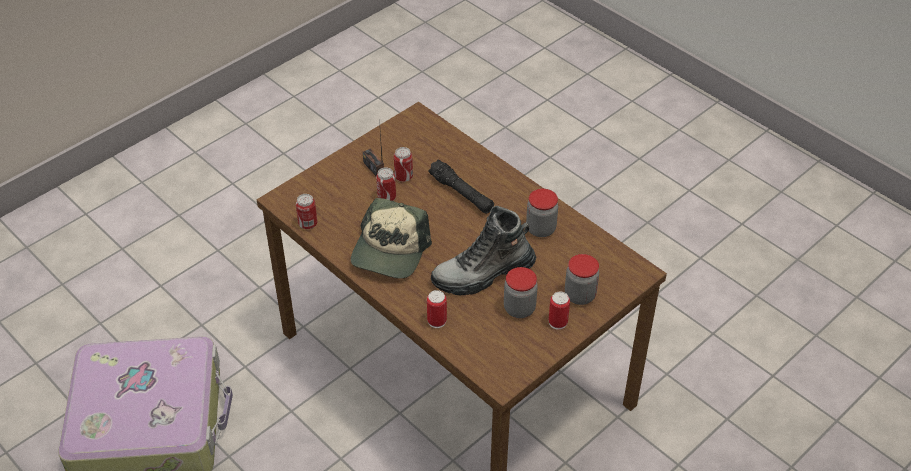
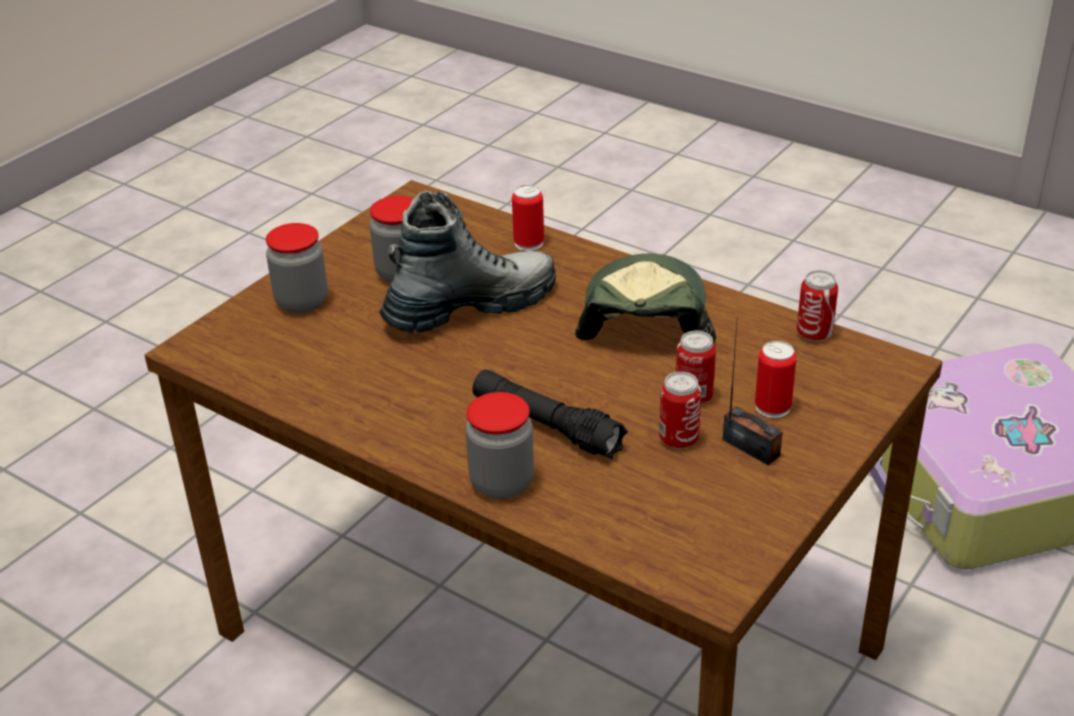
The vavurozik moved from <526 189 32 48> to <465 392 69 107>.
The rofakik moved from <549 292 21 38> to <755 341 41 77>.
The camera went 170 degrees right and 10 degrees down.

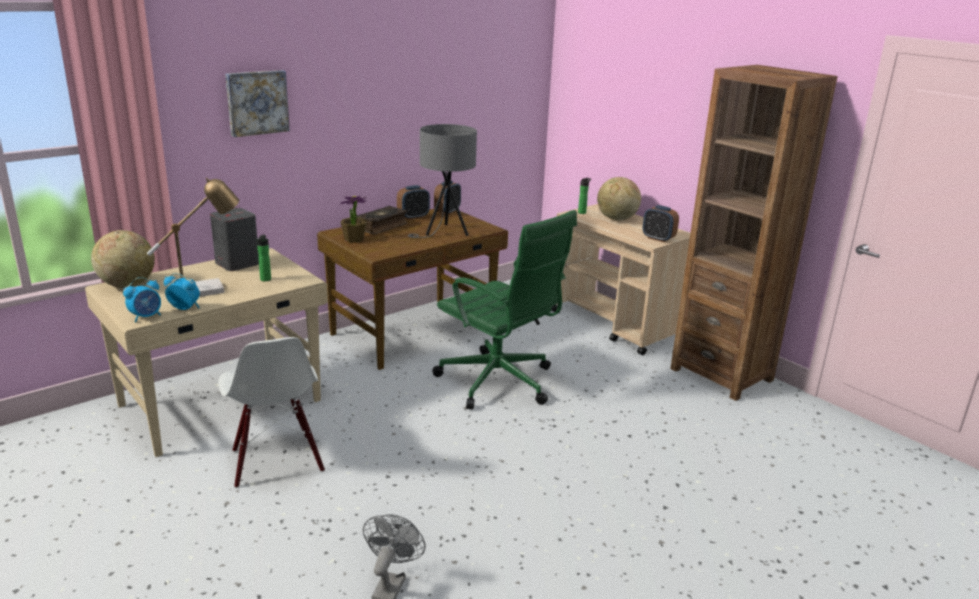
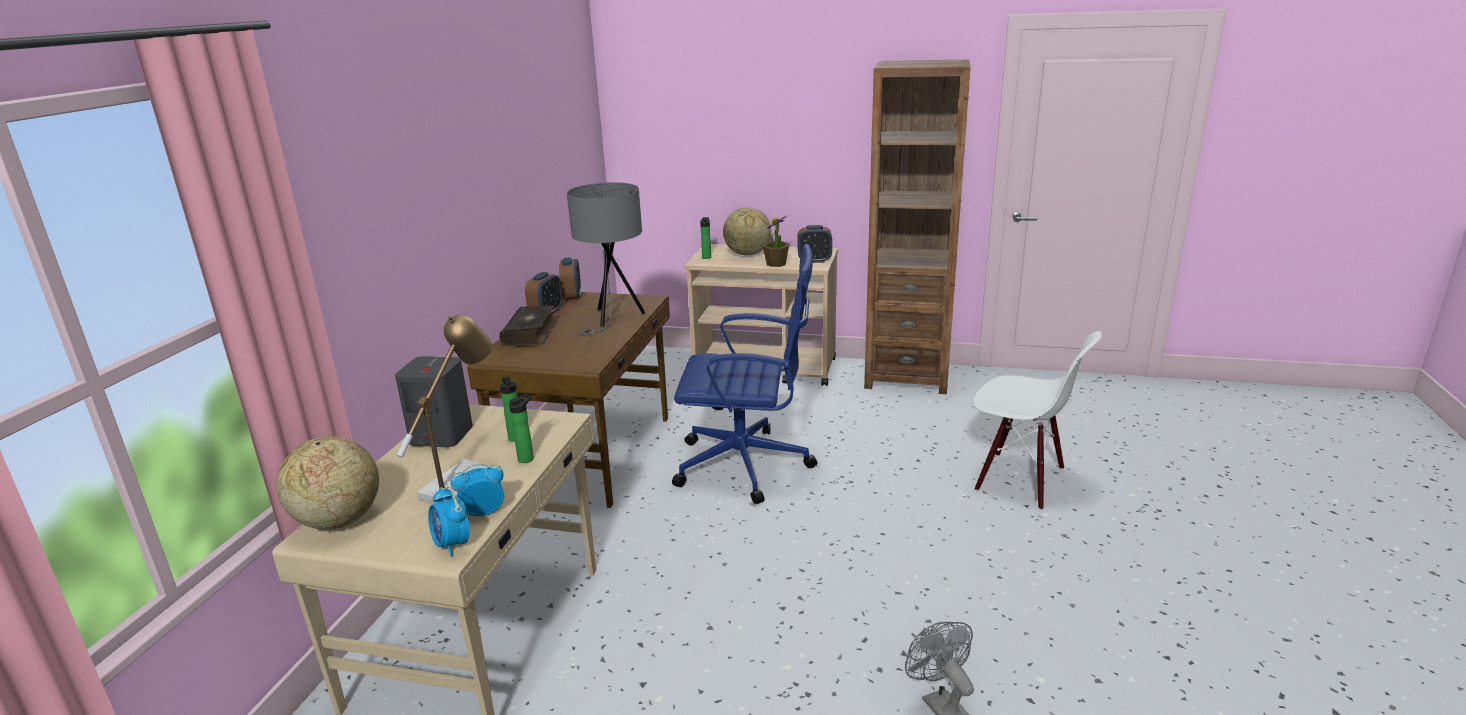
The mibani at <123 277 38 45> turned 135 degrees clockwise.
The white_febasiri moved from <218 337 107 151> to <972 331 130 179>.
The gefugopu at <225 70 65 67> disappeared.
The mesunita moved from <340 196 27 47> to <763 215 26 52>.
The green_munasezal at <432 210 145 199> became the blue_munasezal at <672 244 145 260>.
The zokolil at <509 394 25 69> appeared.
The camera went 35 degrees left and 0 degrees up.

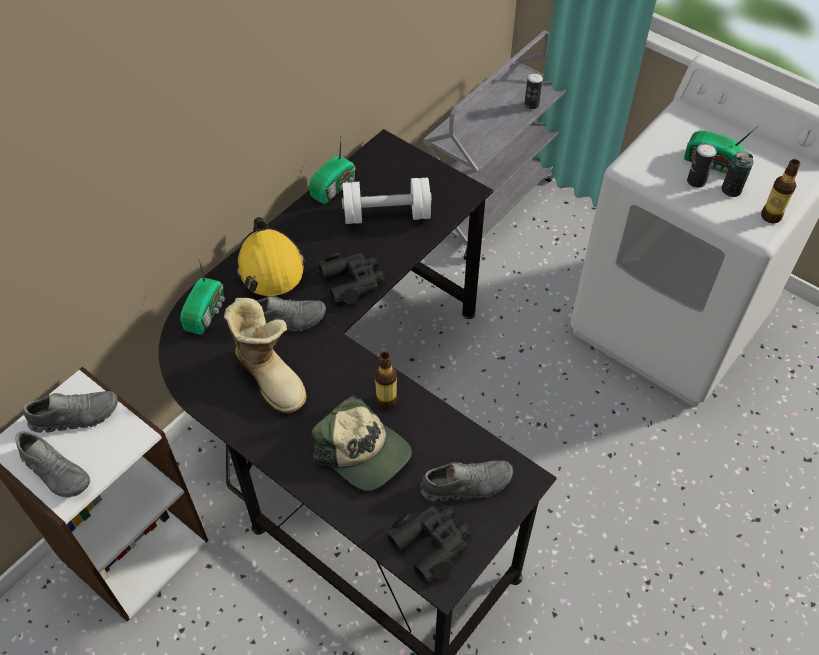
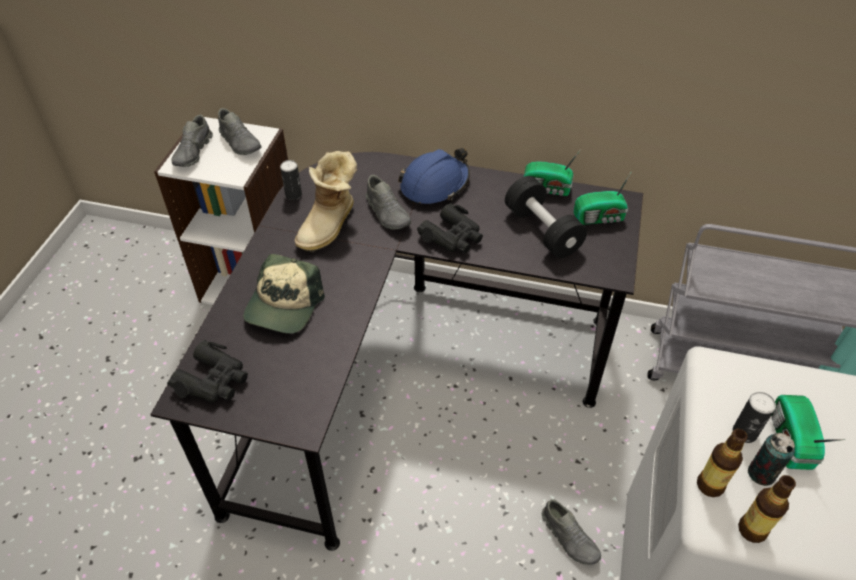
The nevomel moved from <180 253 45 82> to <574 171 58 54>.
The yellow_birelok at <236 217 69 80> became the blue_birelok at <398 148 72 57>.
The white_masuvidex at <342 178 90 46> became the black_masuvidex at <505 176 82 82>.
The zokolil moved from <375 352 23 57> to <697 429 51 68>.
The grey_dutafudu moved from <420 461 93 41> to <542 499 59 66>.
The rofakik moved from <524 73 19 36> to <280 160 22 40>.
The camera went 65 degrees right and 5 degrees down.

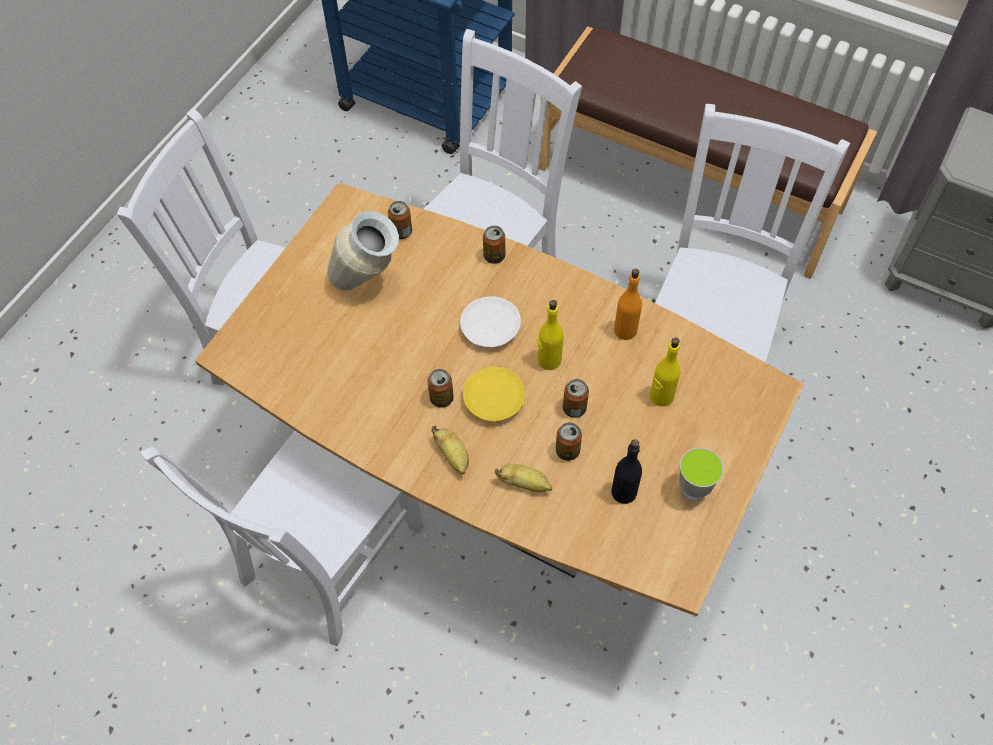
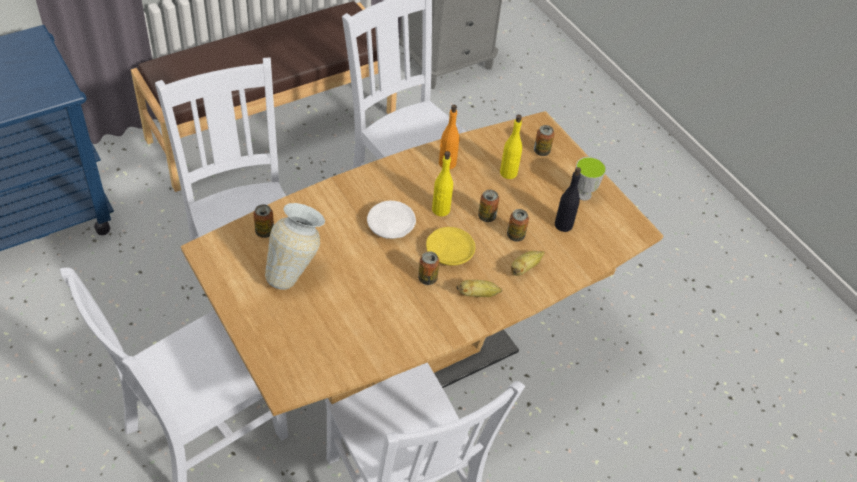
The rofakik moved from <483 226 23 38> to <534 125 20 31>.
The camera went 65 degrees left and 10 degrees down.

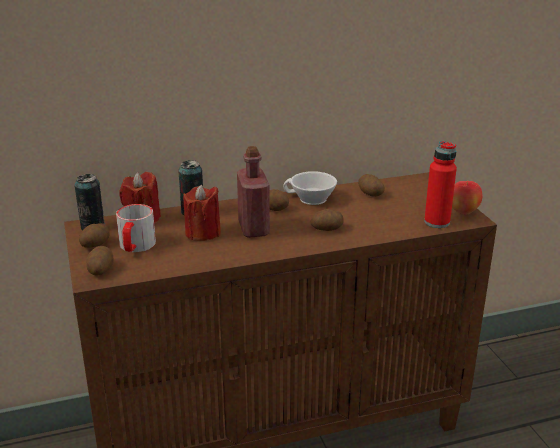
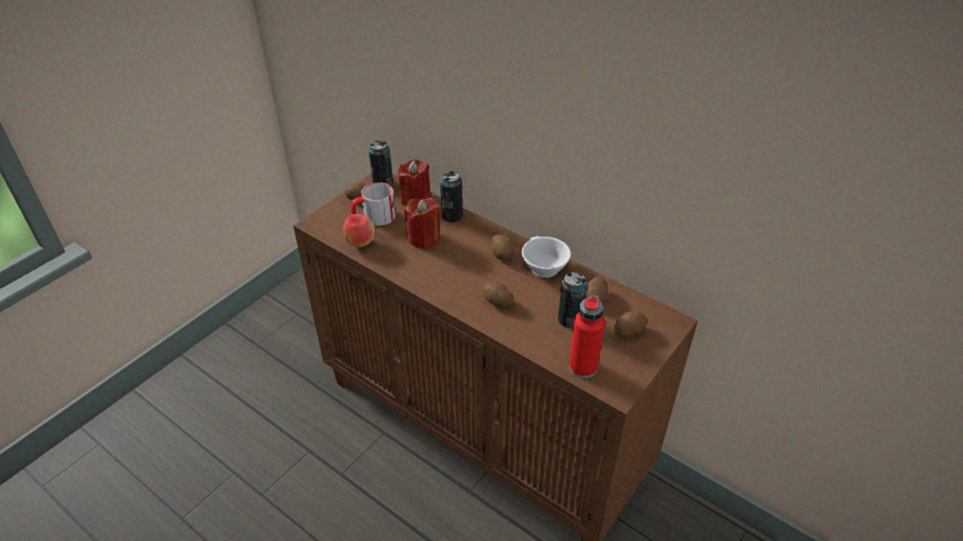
The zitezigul moved from <86 246 27 30> to <614 311 33 26>.
The red_zokolil at <237 146 33 92> disappeared.
The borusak moved from <452 181 31 33> to <343 214 32 33>.
The rofakik at <558 272 29 56> appeared.
The camera went 55 degrees right and 15 degrees up.

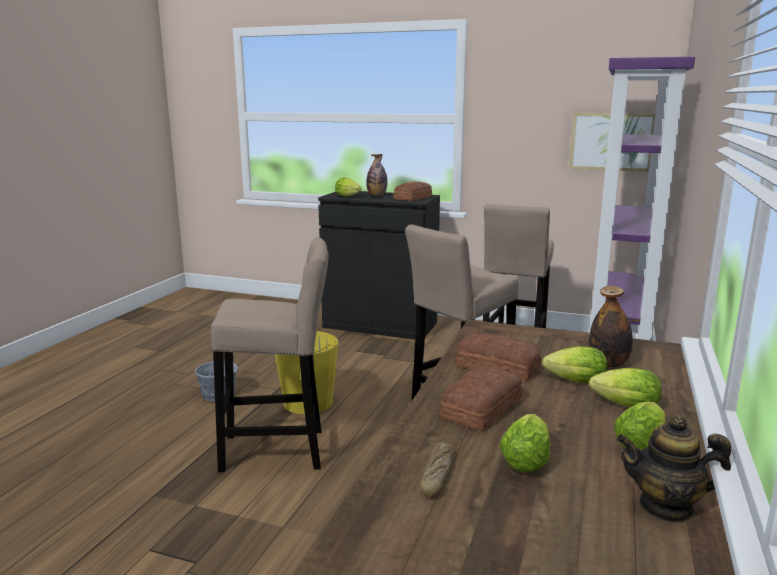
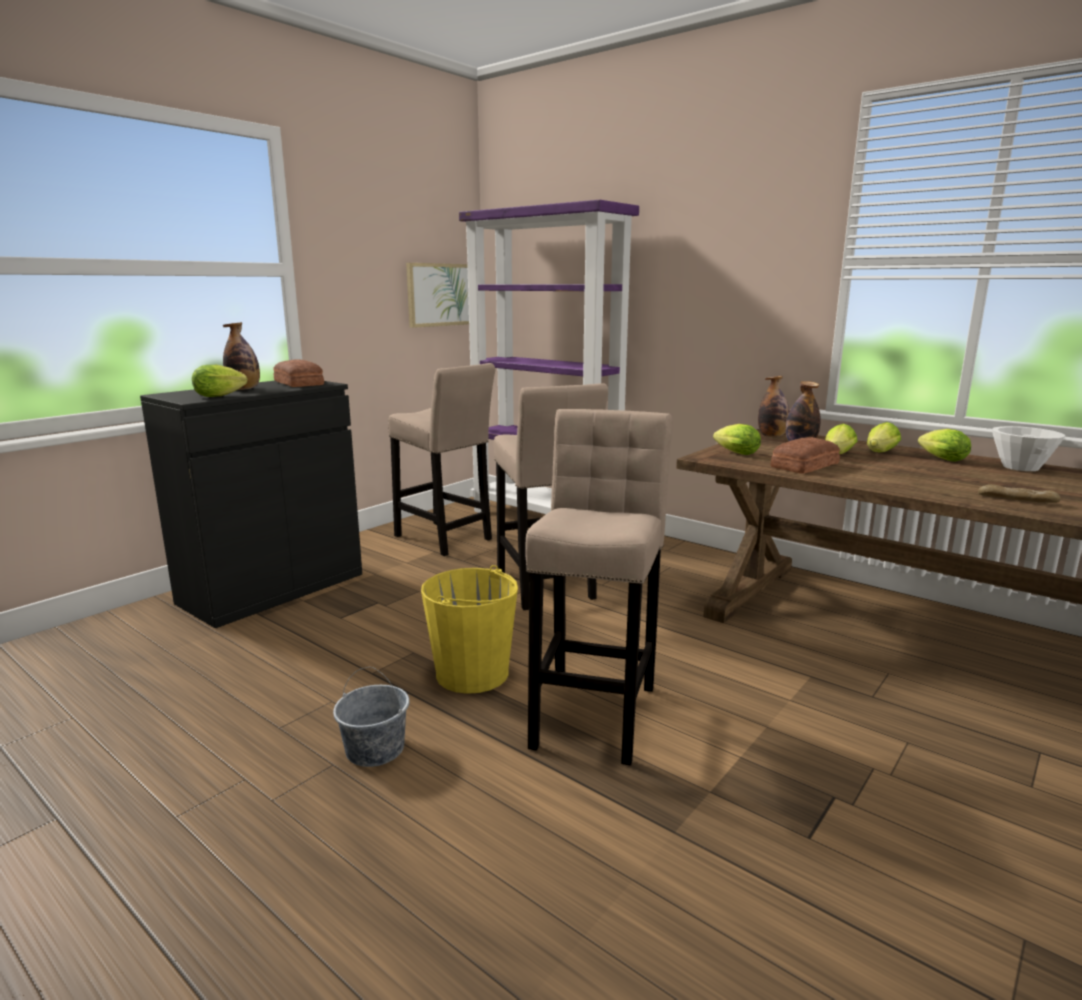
The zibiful at <439 366 84 65> disappeared.
The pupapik moved from <499 414 51 58> to <713 424 48 31>.
The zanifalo at <616 415 115 108> was replaced by the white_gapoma at <992 426 74 45>.
The zokolil at <758 376 32 61> appeared.
The camera went 70 degrees left and 0 degrees up.

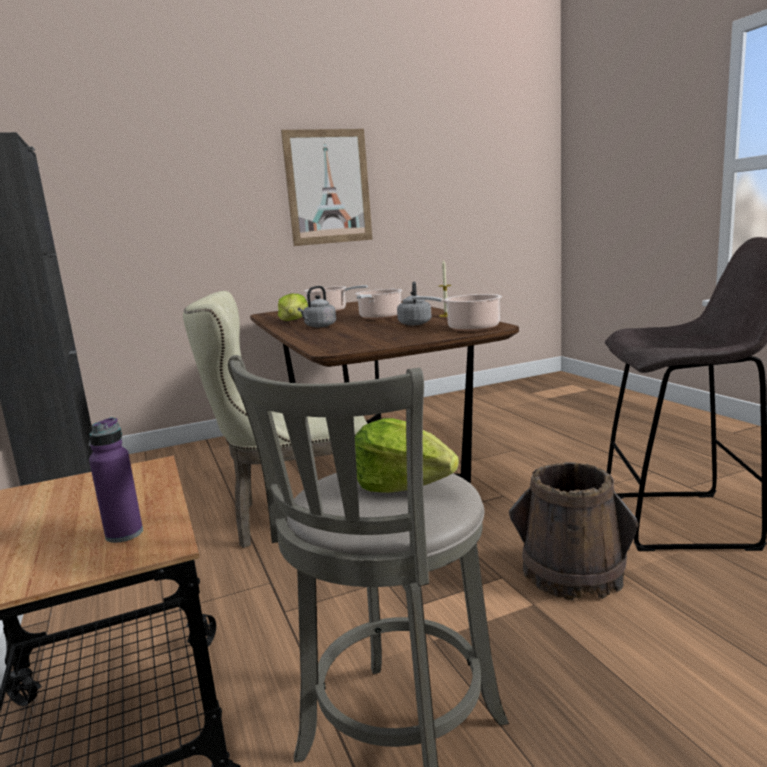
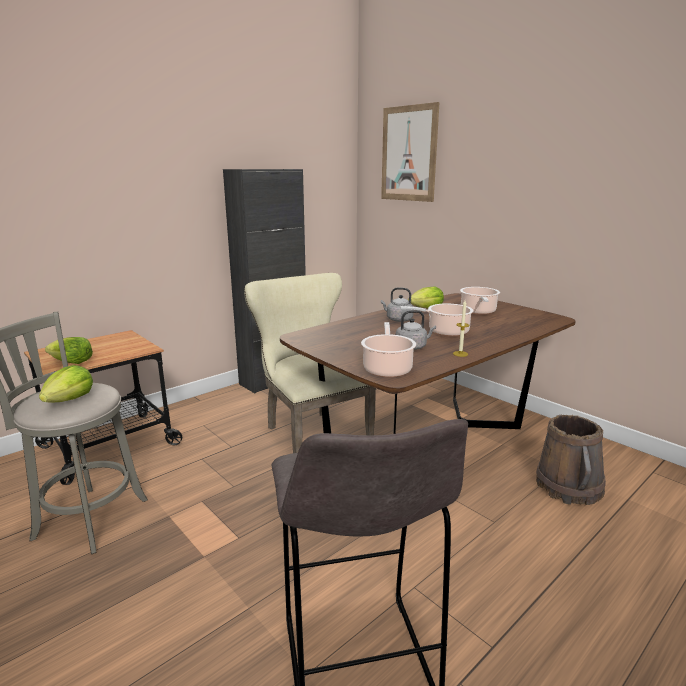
The purple_zokolil at <89 417 54 126> was replaced by the pupapik at <45 337 48 27>.
The gefugopu moved from <281 129 92 117> to <381 102 58 100>.
The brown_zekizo moved from <509 462 129 138> to <536 415 70 90>.
The camera went 70 degrees right and 5 degrees up.

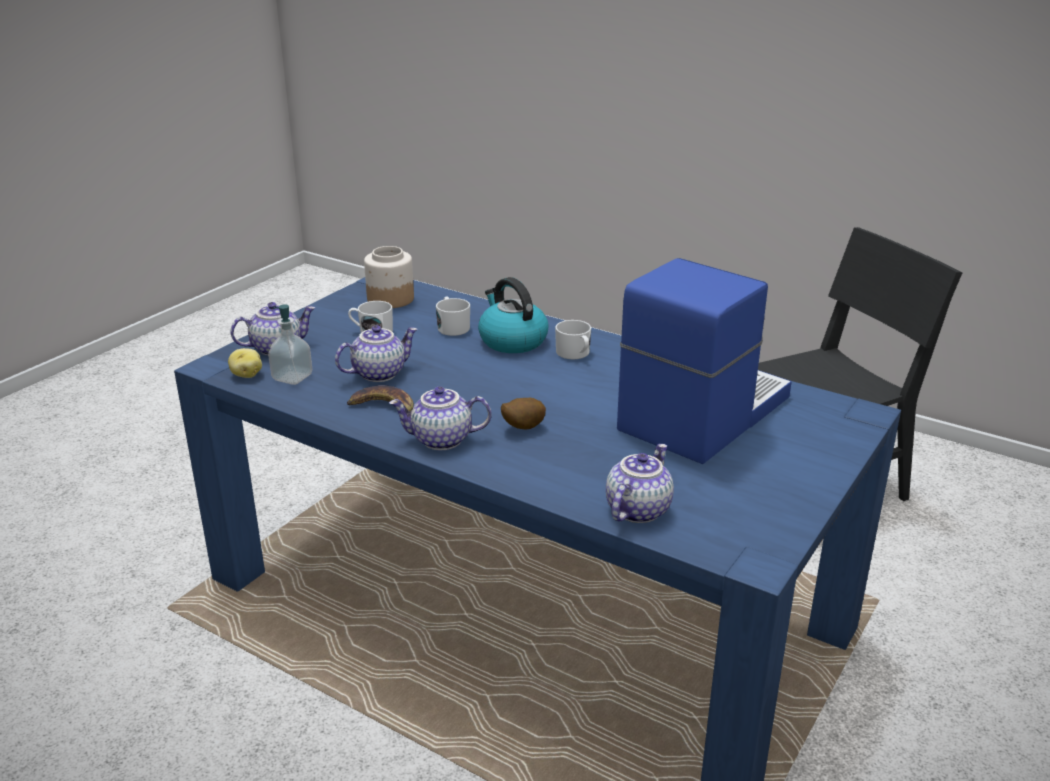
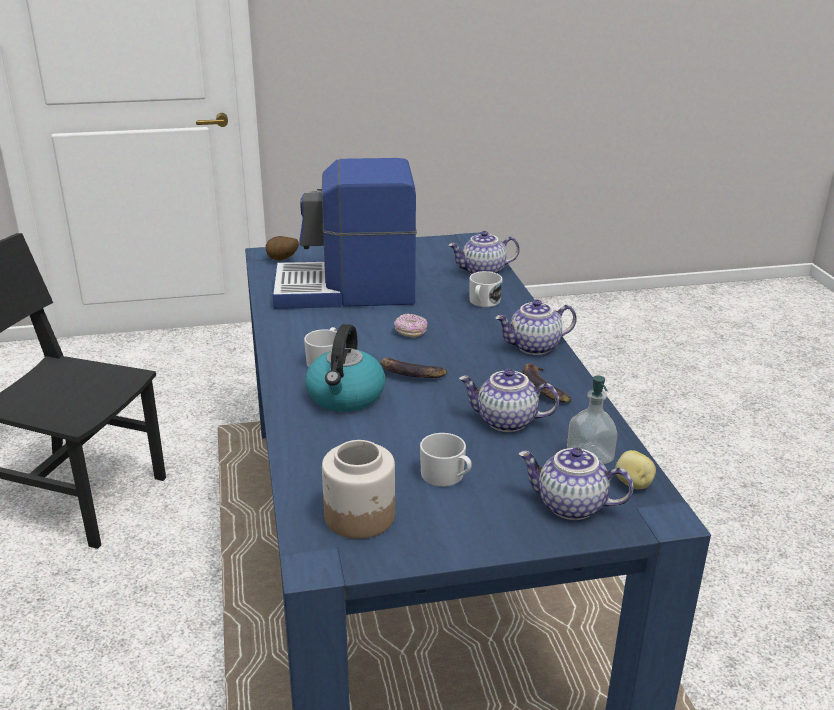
The zanifalo at <389 386 103 64> turned 120 degrees clockwise.
The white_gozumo moved from <436 297 34 39> to <469 271 34 36>.
The zitezigul moved from <501 398 45 31> to <266 236 33 25>.
The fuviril at <380 358 67 20> appeared.
The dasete at <394 313 34 24> appeared.
The camera went 135 degrees left and 0 degrees up.

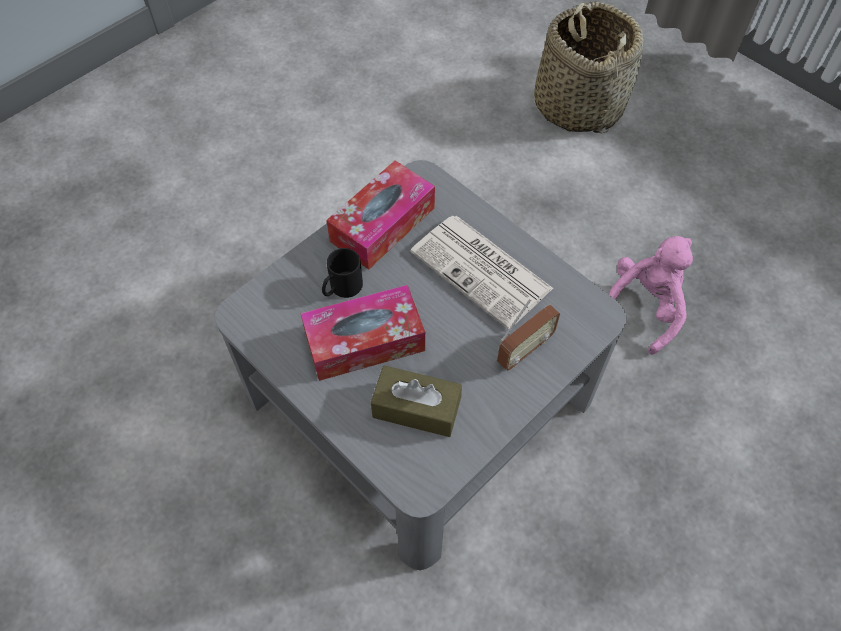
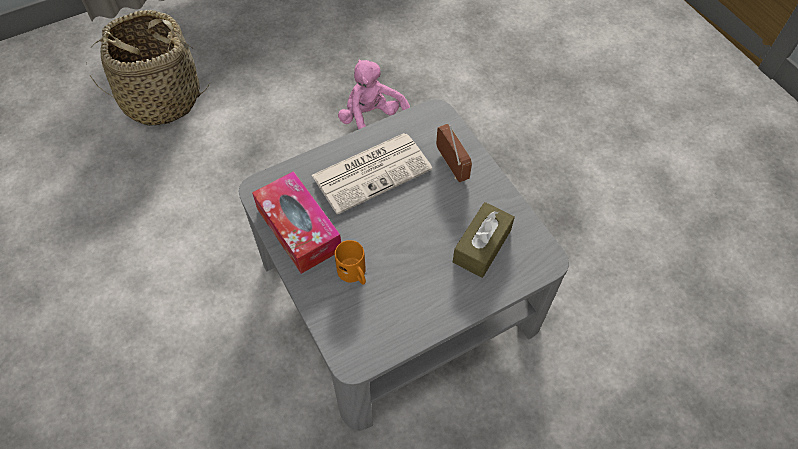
The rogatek at <301 285 124 96> disappeared.
The black_gozumo at <322 248 41 50> became the orange_gozumo at <335 240 31 44>.
The camera went 75 degrees left and 0 degrees up.

